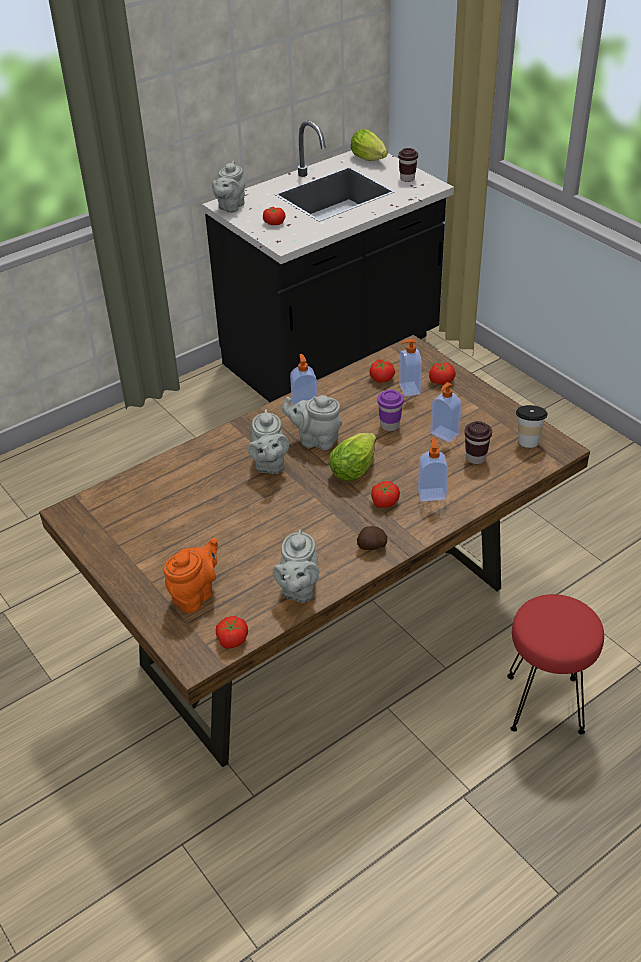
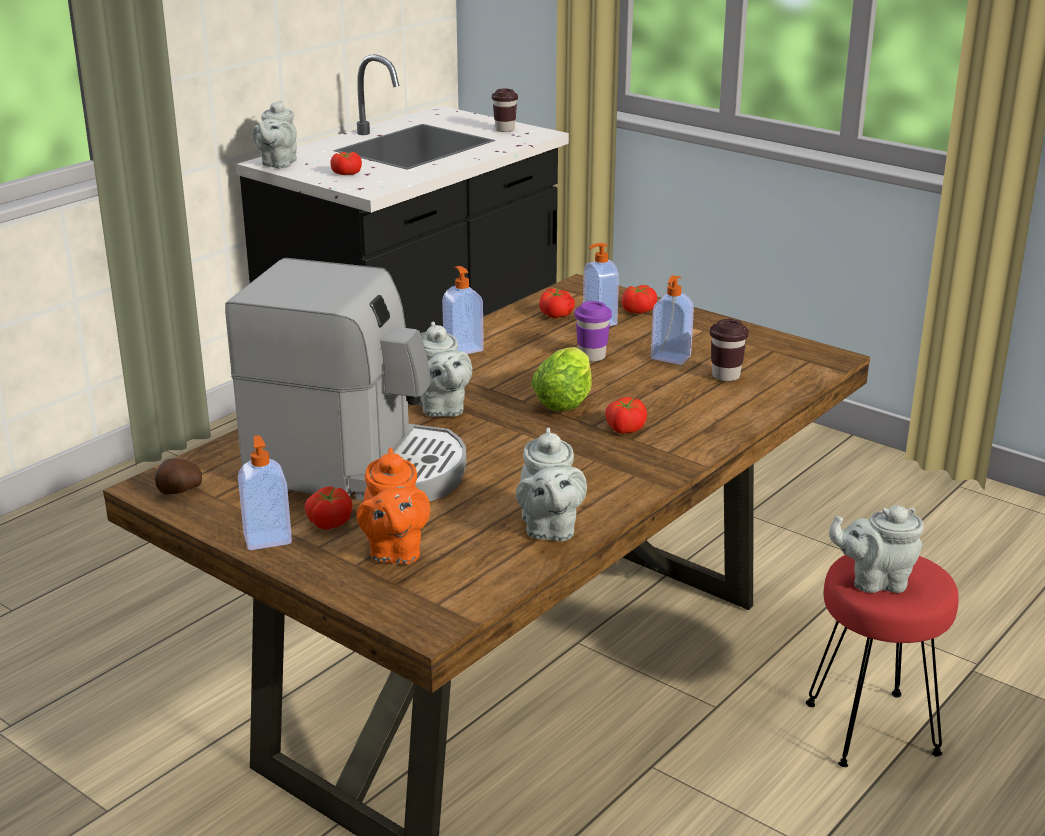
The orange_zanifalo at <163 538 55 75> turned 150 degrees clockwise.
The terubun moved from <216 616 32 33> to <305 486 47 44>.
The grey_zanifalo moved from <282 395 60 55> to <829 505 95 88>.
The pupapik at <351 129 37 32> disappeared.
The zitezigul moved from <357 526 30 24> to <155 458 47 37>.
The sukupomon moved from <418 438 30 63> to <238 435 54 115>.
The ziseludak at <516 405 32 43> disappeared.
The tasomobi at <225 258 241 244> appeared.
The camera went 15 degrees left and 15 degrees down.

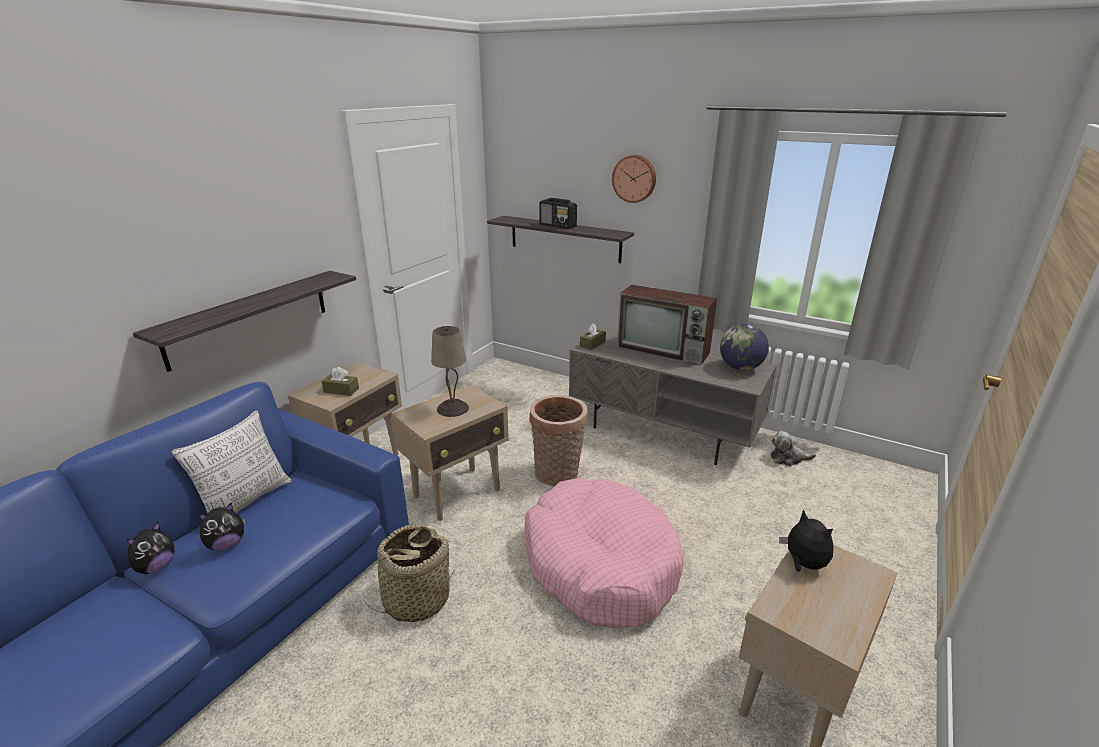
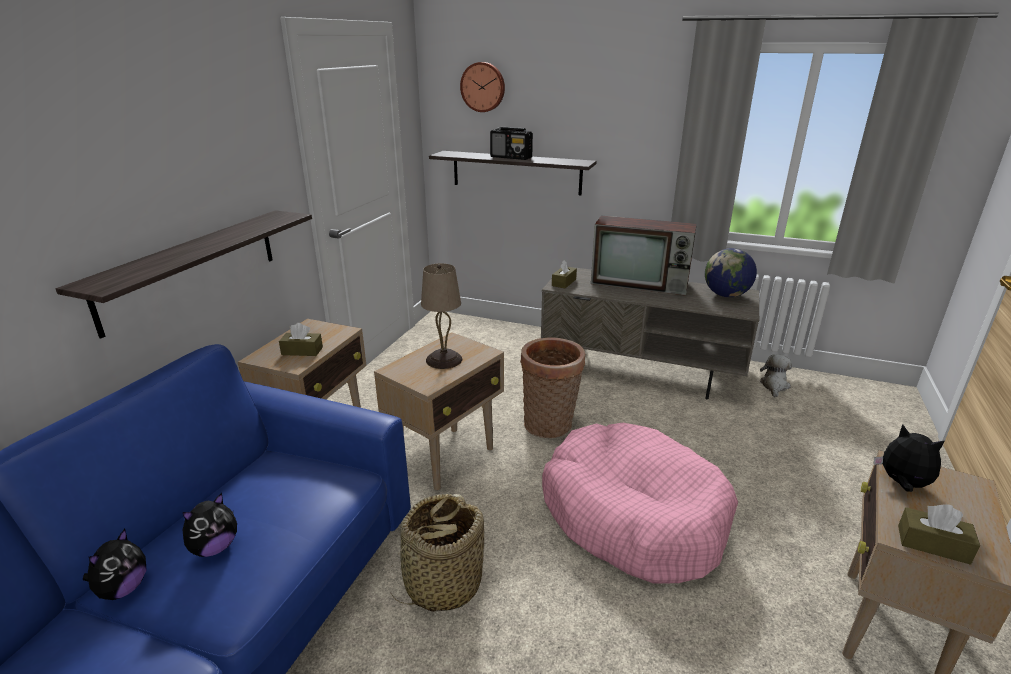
The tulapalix at <172 410 120 104> disappeared.
The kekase moved from <612 155 44 48> to <460 62 45 50>.
The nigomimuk at <771 431 45 35> turned 120 degrees clockwise.
The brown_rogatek at <898 504 82 61> appeared.
The camera went 10 degrees left and 0 degrees up.

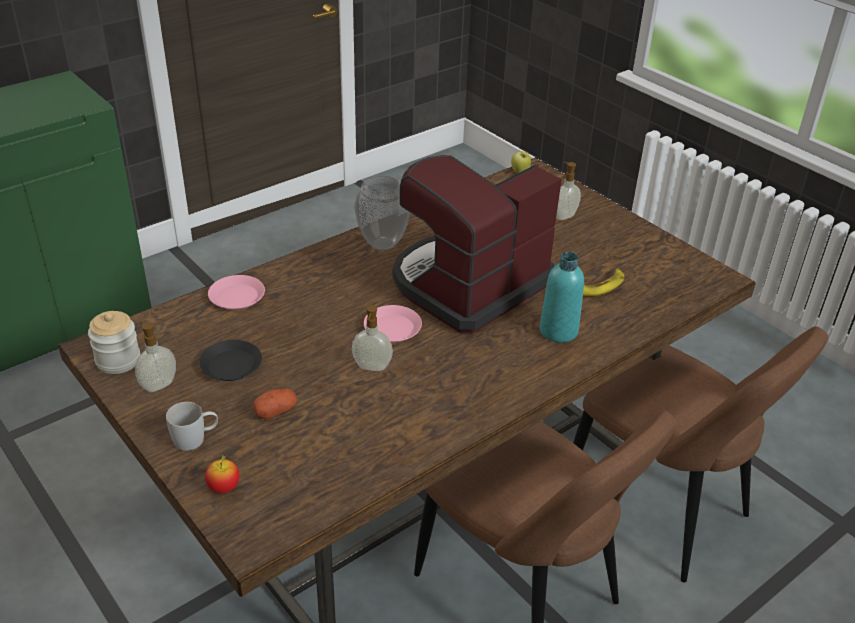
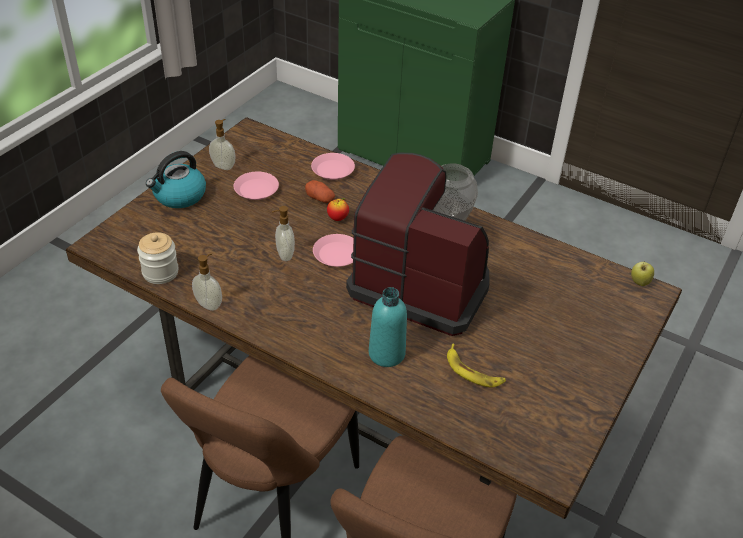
The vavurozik moved from <88 311 52 63> to <137 232 42 52>.
The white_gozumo at <166 402 52 49> was replaced by the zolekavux at <146 151 60 57>.
The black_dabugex at <199 340 63 41> became the pink_dabugex at <234 172 45 28>.
The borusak moved from <205 455 34 39> to <327 198 22 23>.
The zitezigul moved from <253 388 44 31> to <305 180 30 23>.
The sukupomon moved from <556 162 25 58> to <192 253 30 58>.
The camera went 70 degrees right and 5 degrees up.

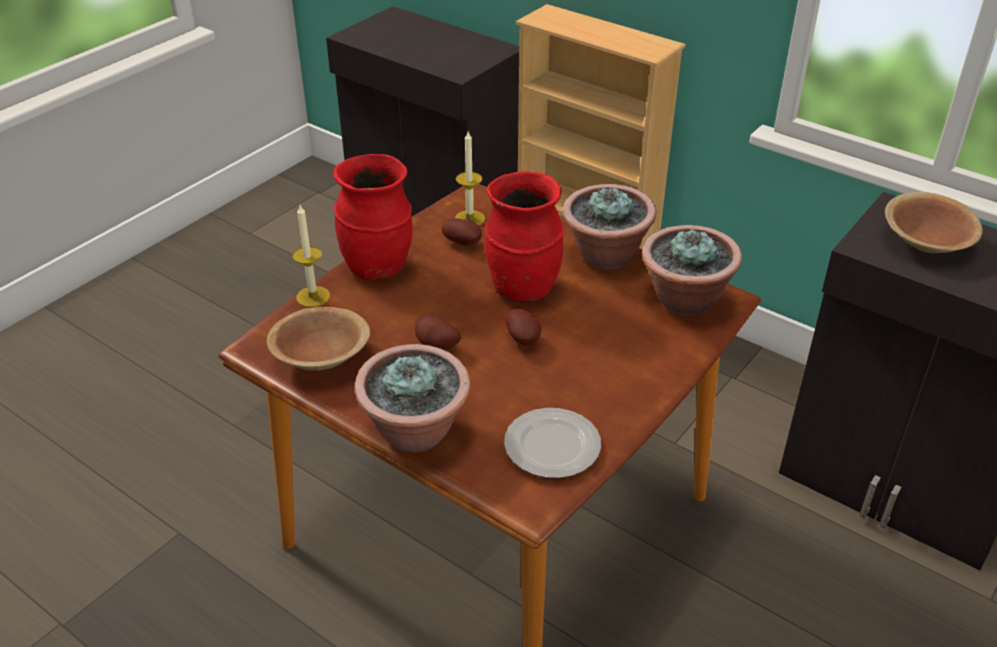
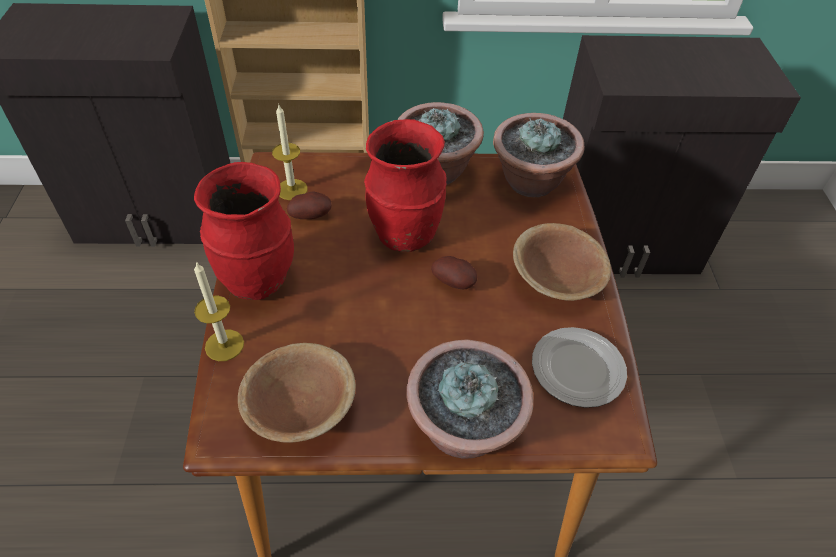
The zitezigul at <415 315 46 35> disappeared.
The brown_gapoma moved from <885 192 97 61> to <513 223 98 78>.
The camera went 40 degrees left and 10 degrees up.

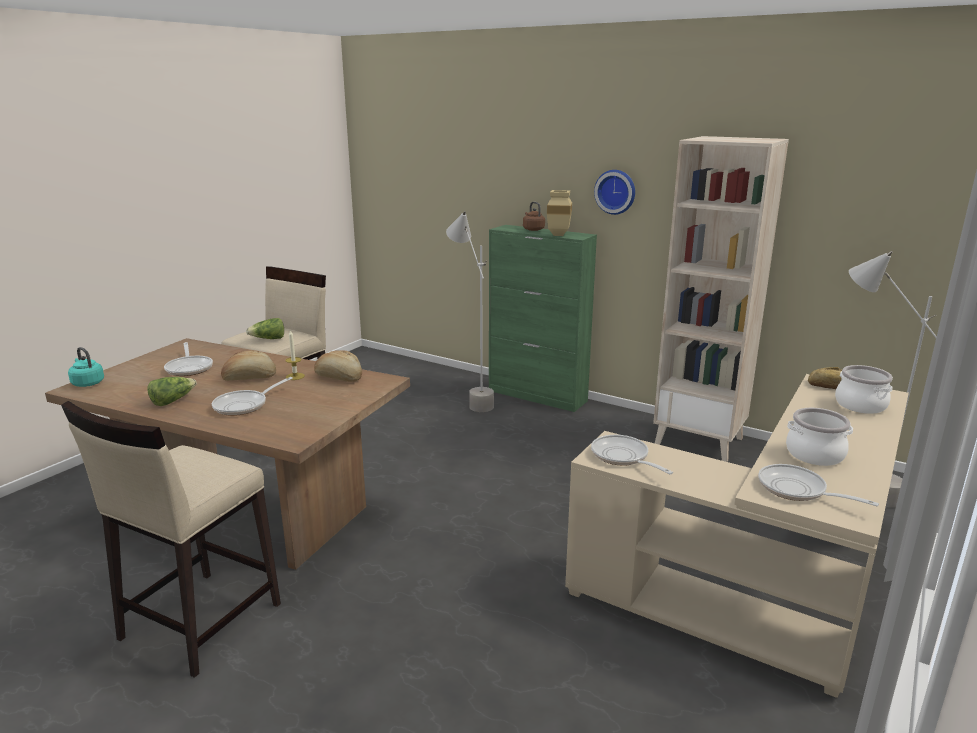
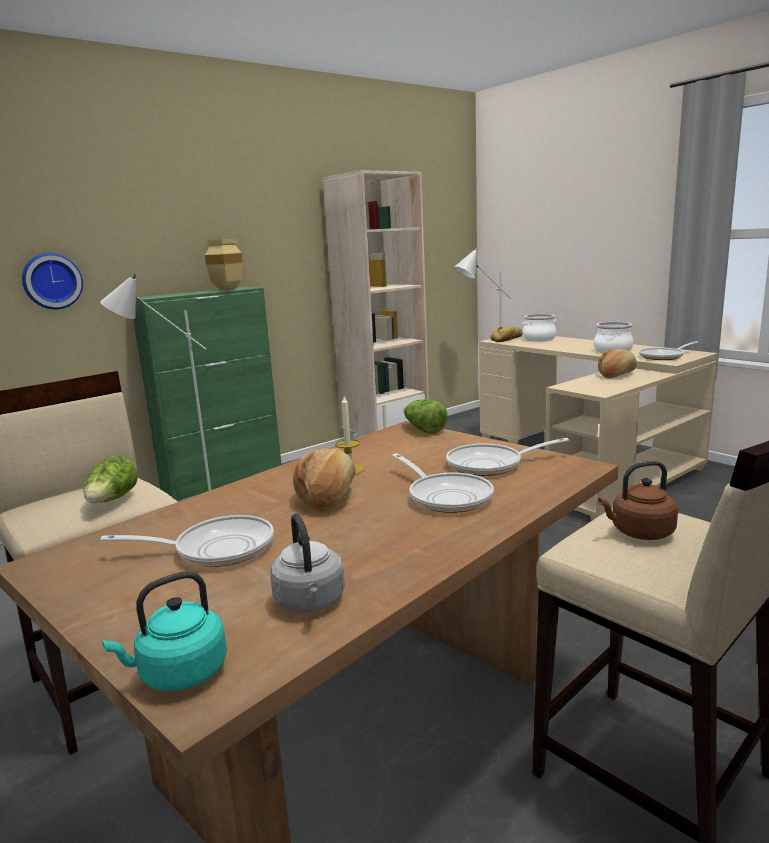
The pupapik moved from <147 377 50 29> to <403 400 45 34>.
The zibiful moved from <314 350 48 32> to <598 349 39 30>.
The brown_zolekavux moved from <523 202 22 29> to <598 461 80 79>.
The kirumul moved from <591 435 82 39> to <446 438 123 38>.
The kekase moved from <594 170 41 45> to <22 253 61 56>.
The grey_zolekavux at <270 513 75 99> appeared.
The camera went 70 degrees left and 5 degrees down.

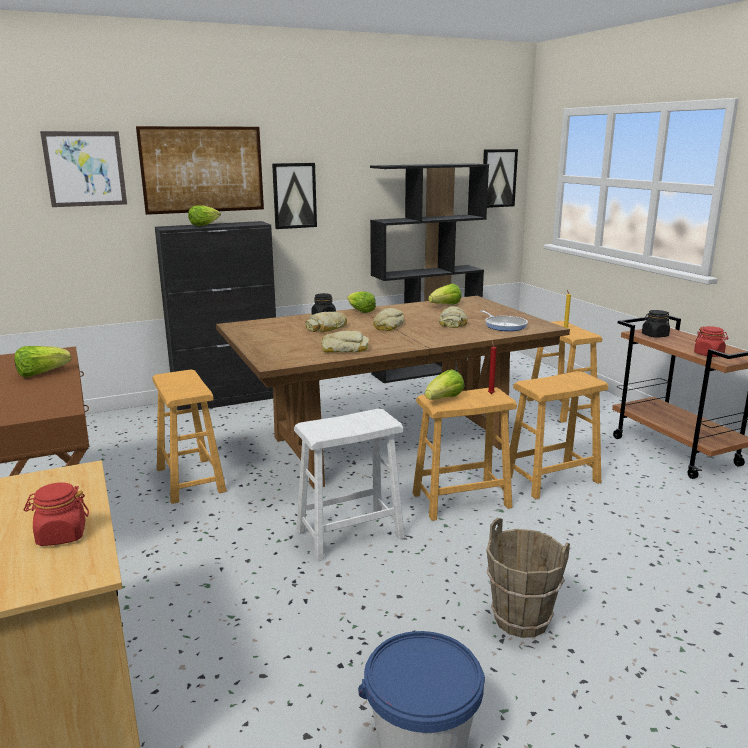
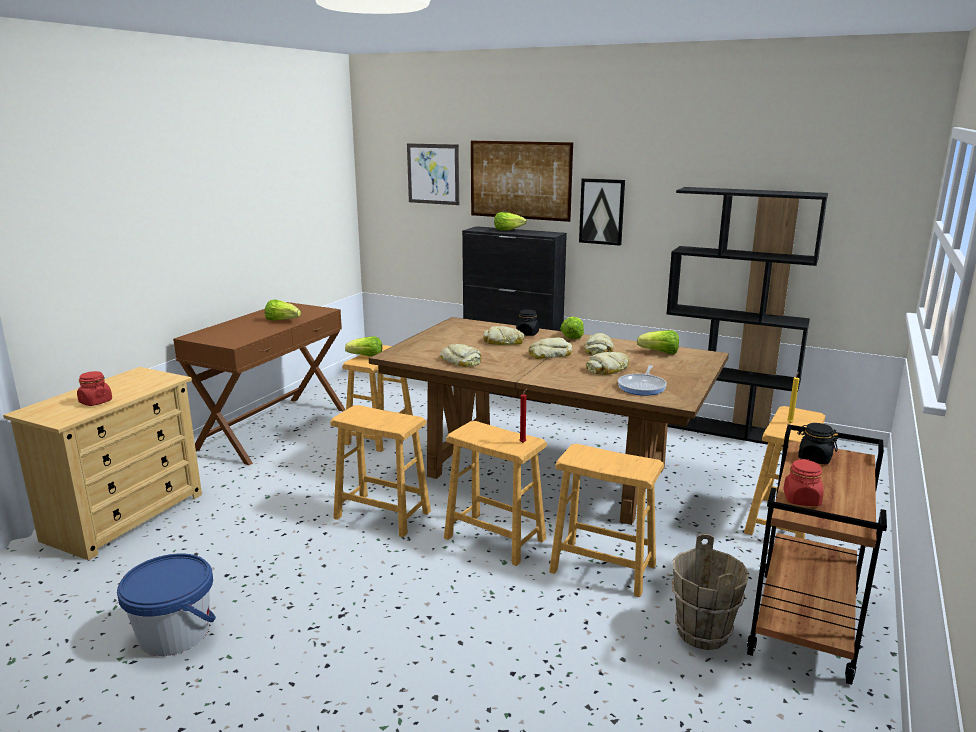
The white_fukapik at <294 409 111 152> became the brown_fukapik at <330 405 101 132>.
The pupapik moved from <425 369 40 31> to <345 336 37 21>.
The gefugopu at <483 149 35 59> disappeared.
The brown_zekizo moved from <486 518 84 120> to <672 534 77 116>.
The zibiful at <584 333 30 22> appeared.
The camera went 50 degrees right and 0 degrees up.

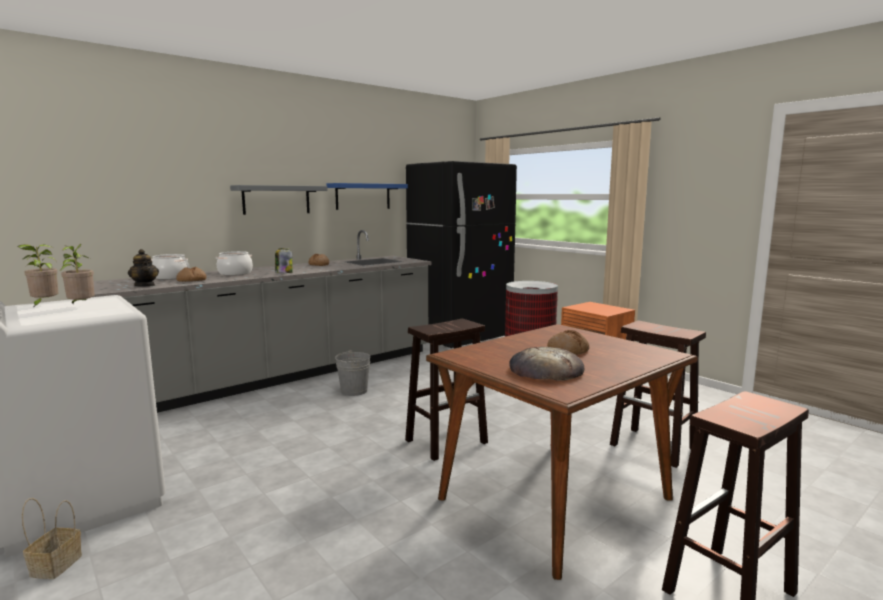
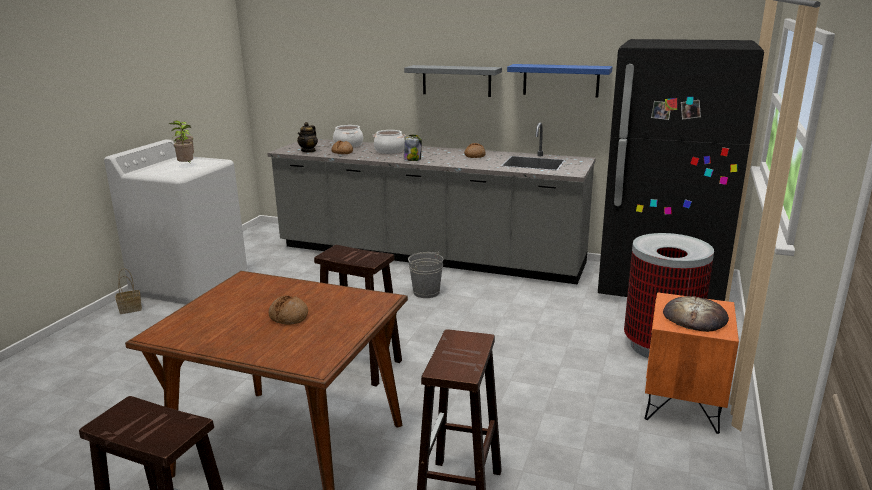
The zibiful moved from <509 347 75 34> to <663 296 66 36>.
The camera went 60 degrees right and 10 degrees up.

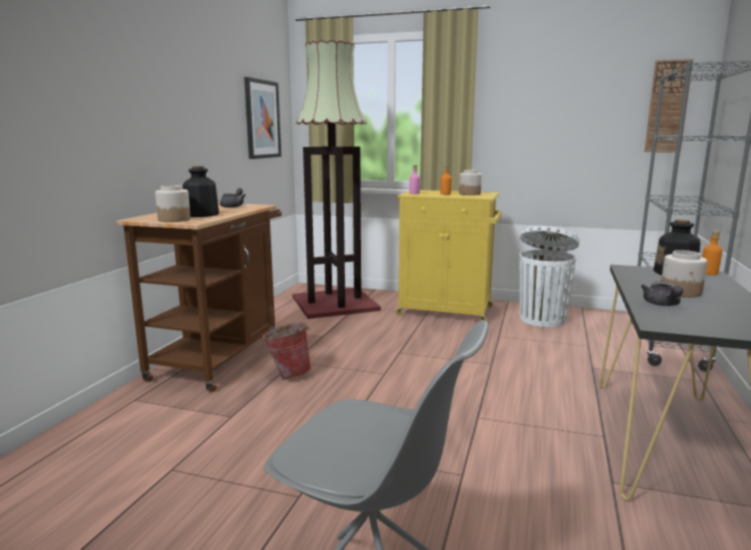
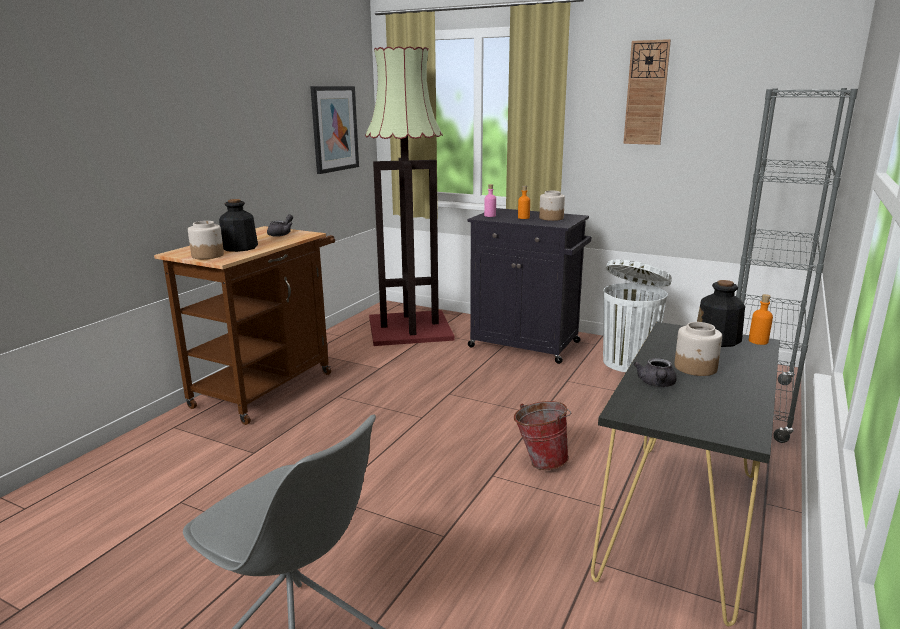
The zekizo moved from <262 322 49 57> to <514 401 57 69>.
The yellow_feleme at <396 190 106 131> became the black_feleme at <468 208 124 156>.
The kekase moved from <644 59 49 94> to <623 39 48 106>.
The camera went 10 degrees right and 5 degrees up.

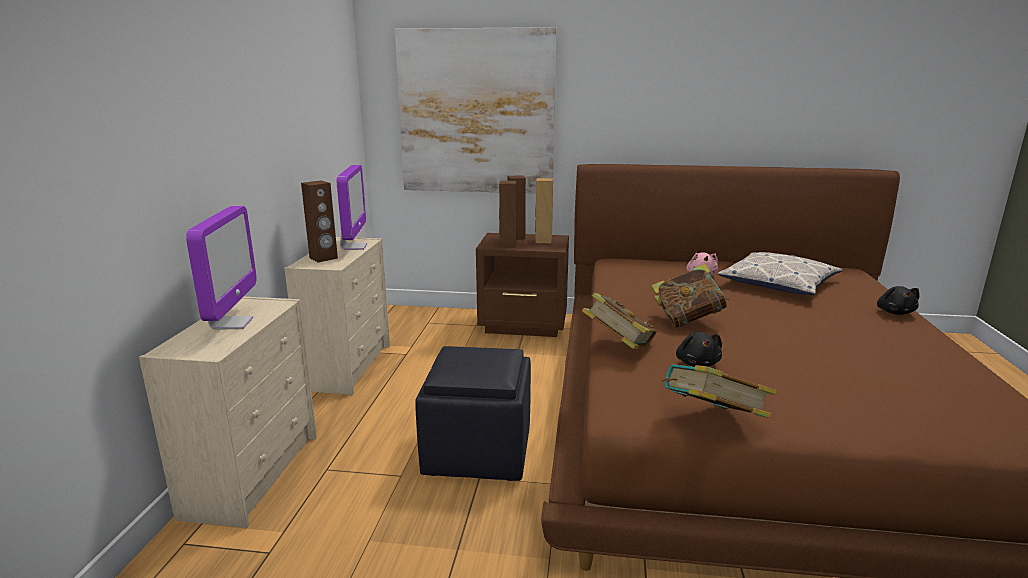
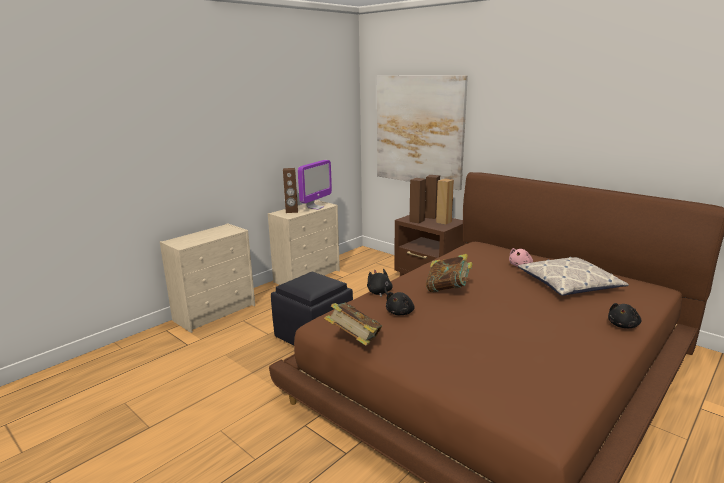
The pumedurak at <186 206 71 124> disappeared.
The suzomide at <582 293 75 56> was replaced by the black_nigomimuk at <367 269 26 28>.
The camera went 35 degrees right and 0 degrees up.

